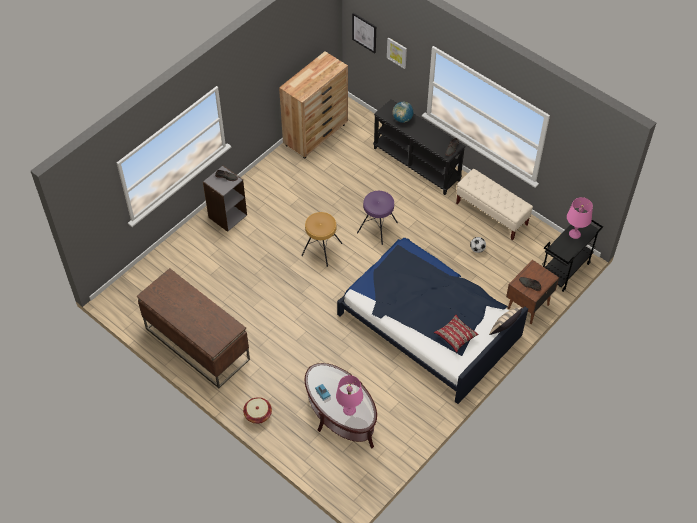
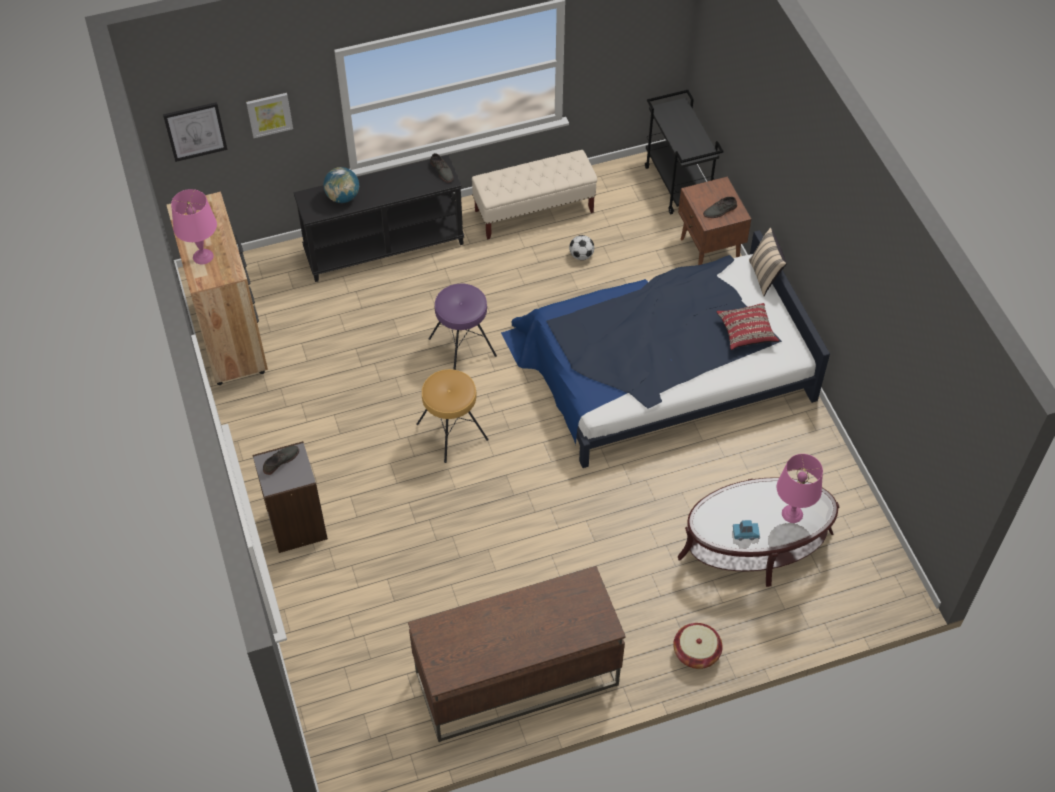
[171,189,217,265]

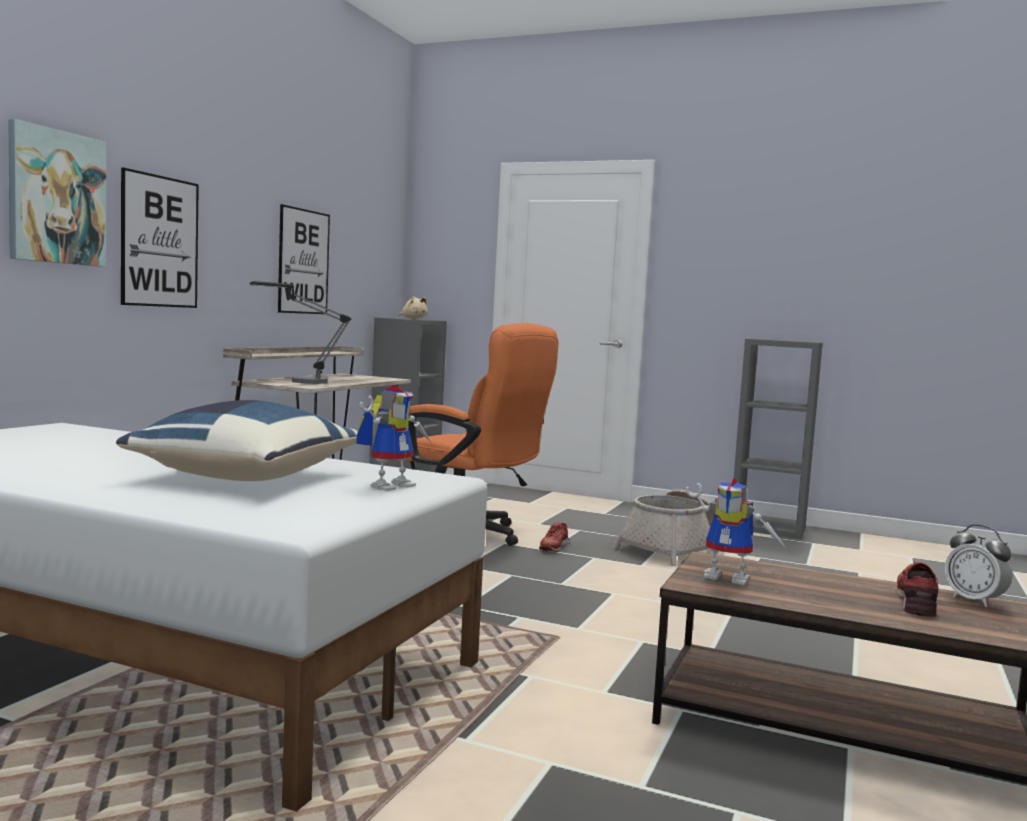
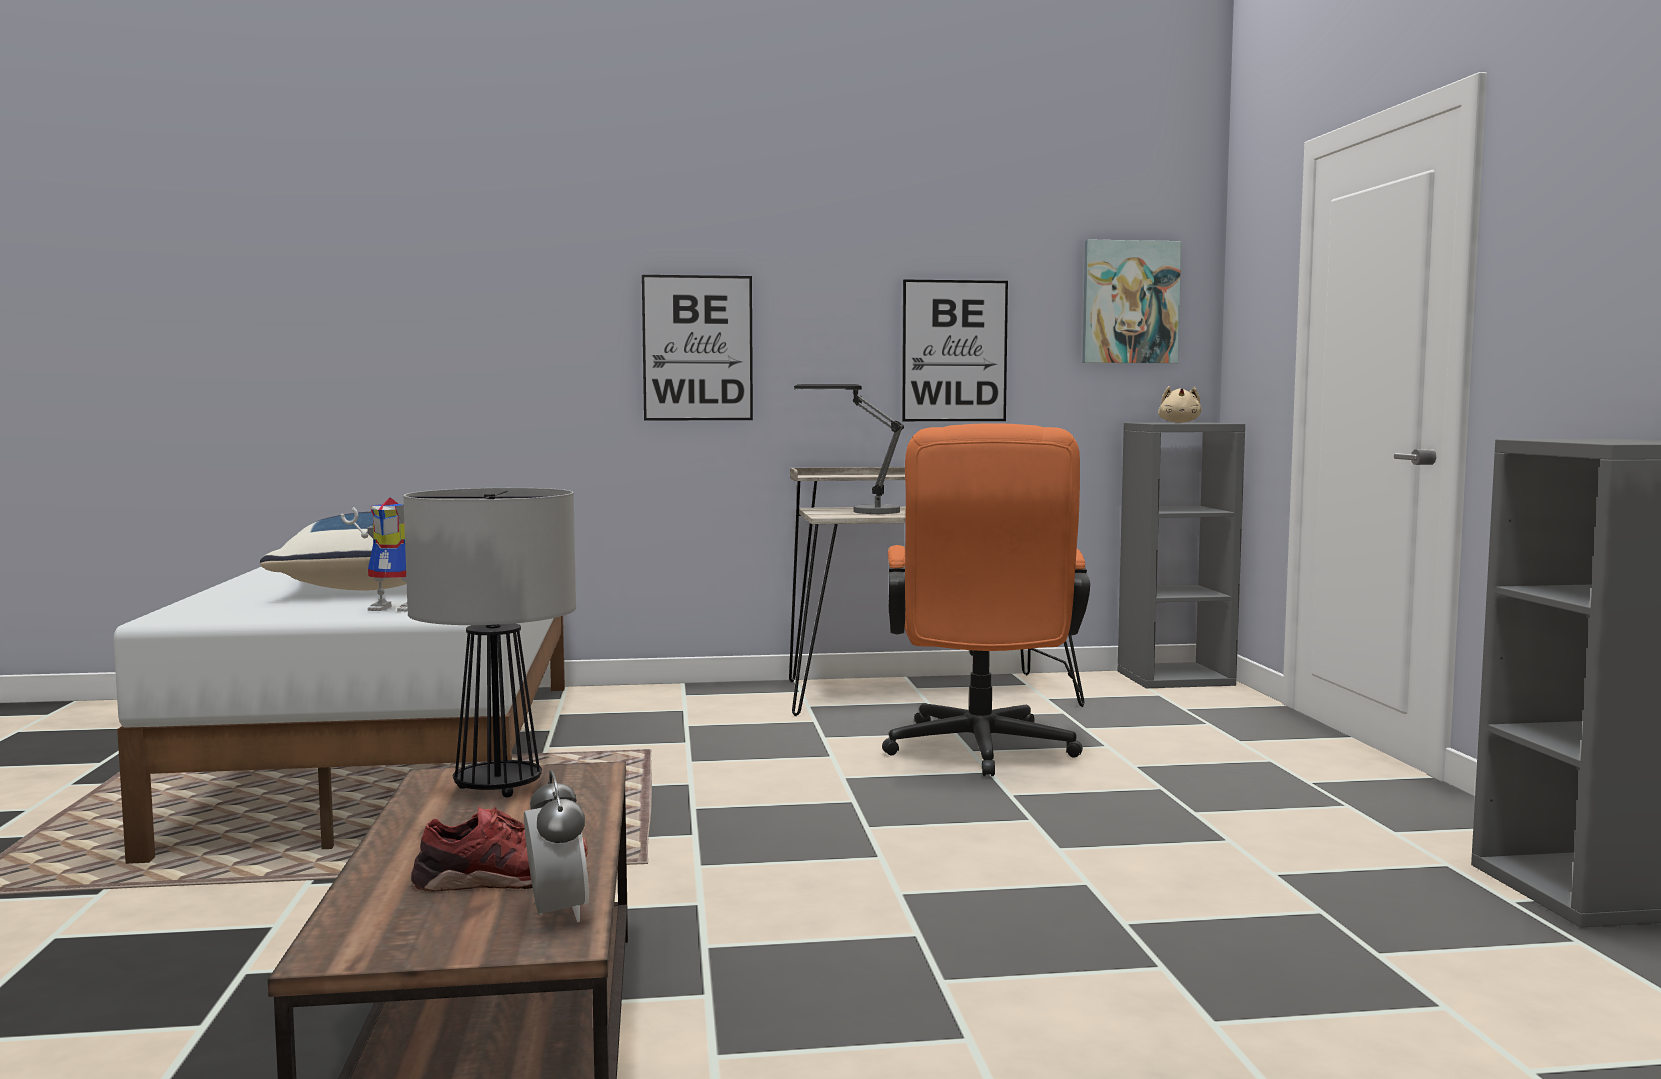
[403,488,576,798]
[524,770,589,922]
[1082,239,1182,363]
[539,522,569,552] (first image)
[613,489,719,565] (first image)

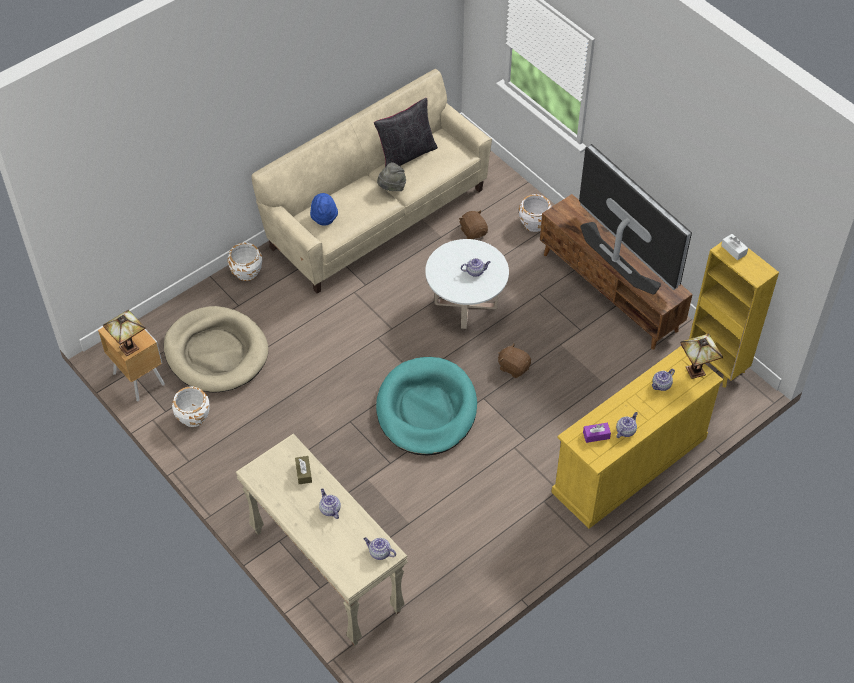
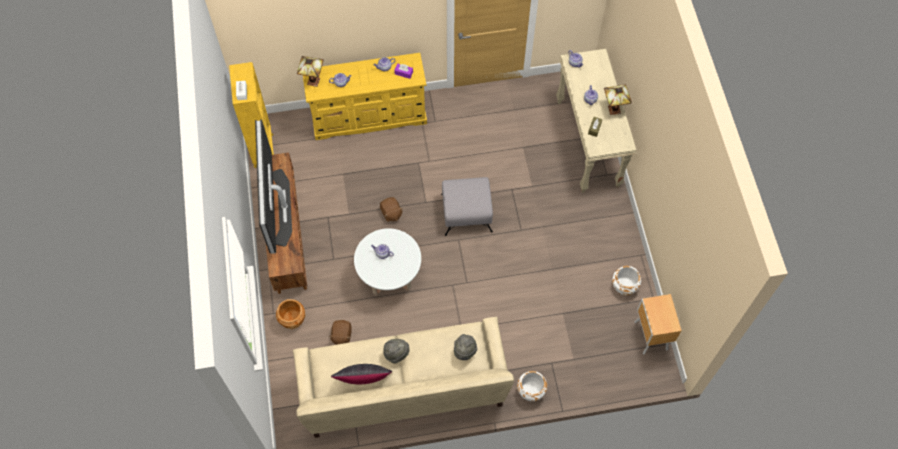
[276,299,306,329]
[441,177,493,236]
[454,334,477,360]
[604,84,632,115]
[164,306,268,393] (first image)

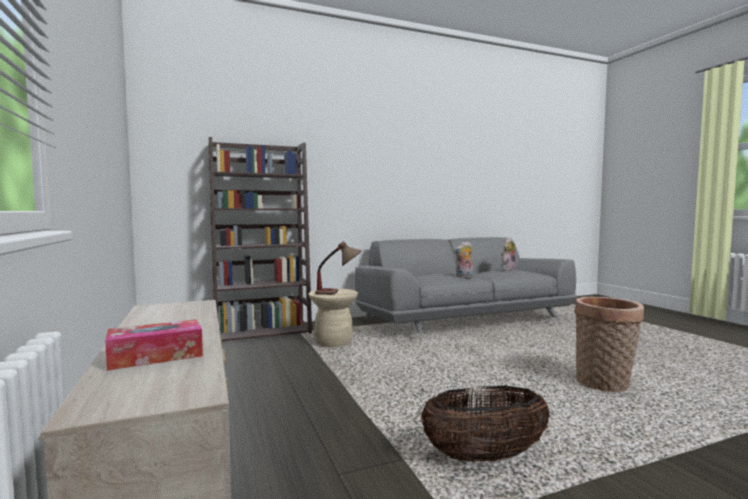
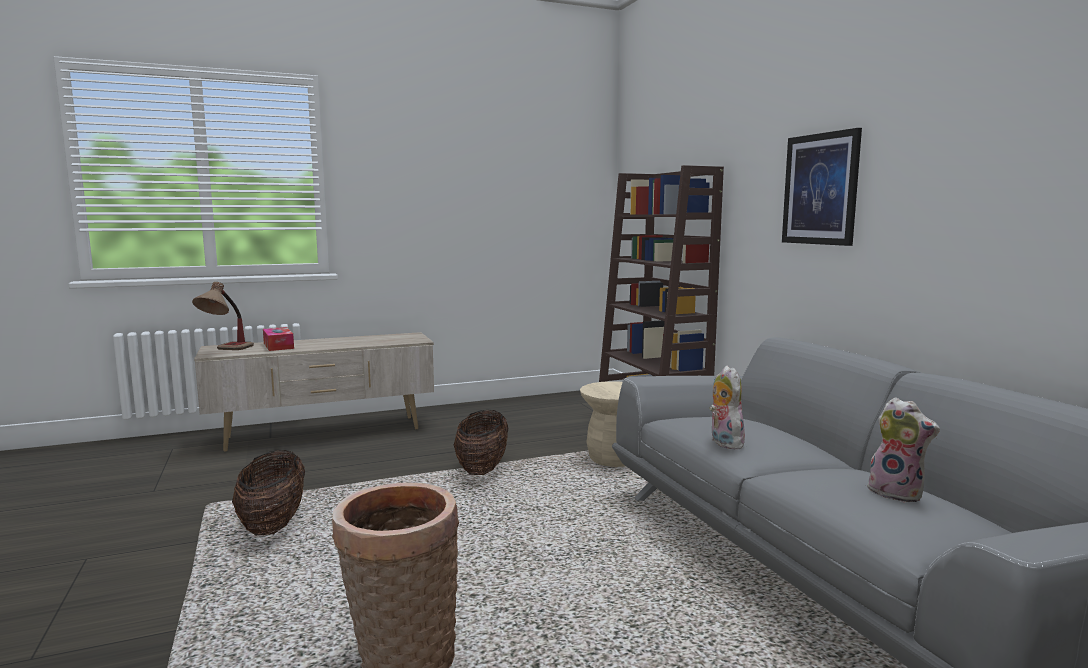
[192,282,254,350]
[454,410,508,475]
[782,128,862,246]

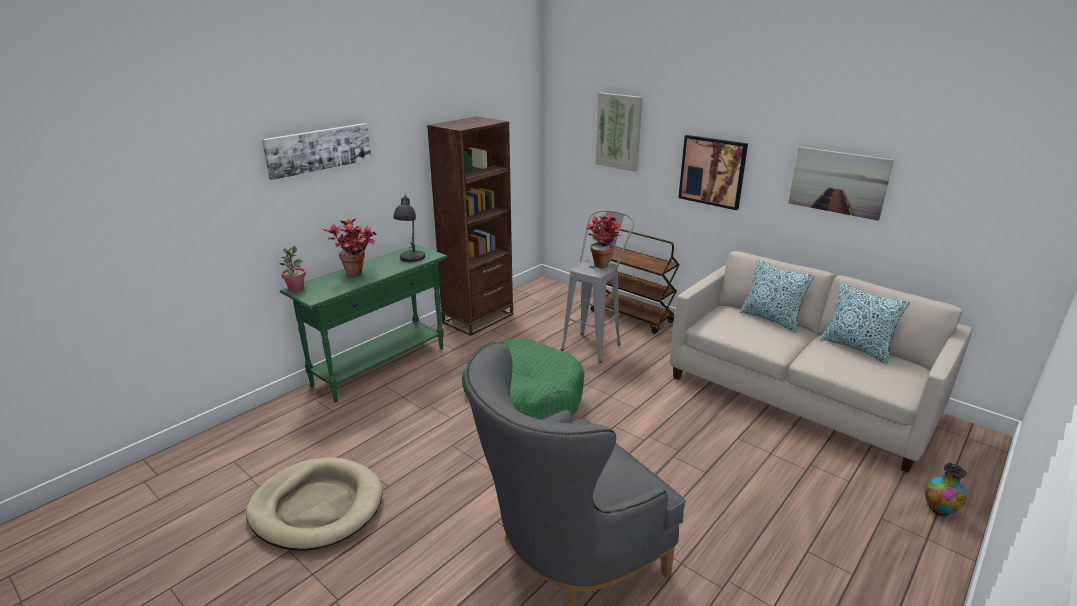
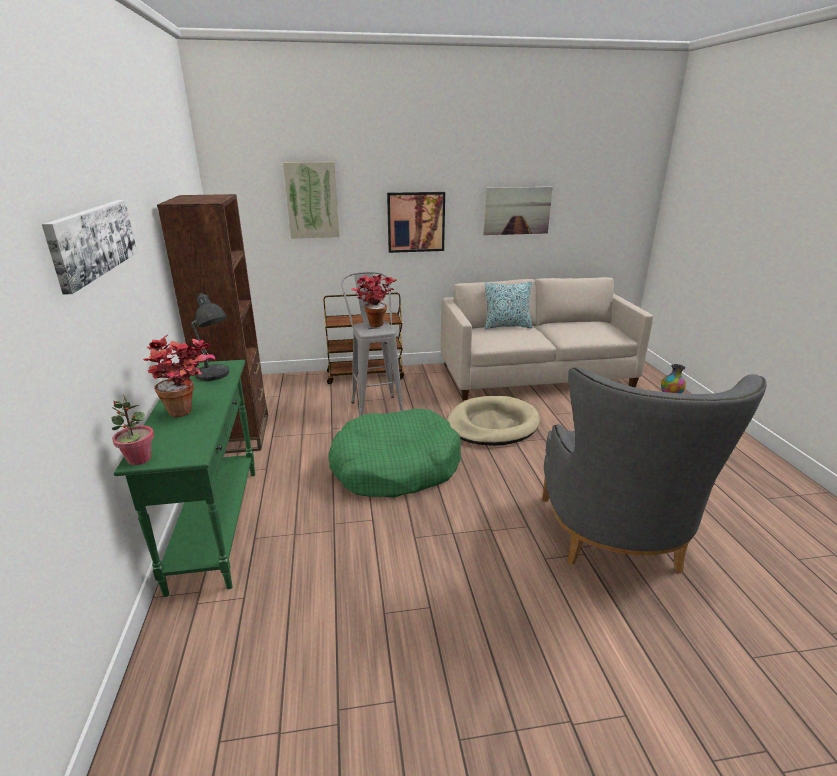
[447,396,540,446]
[820,283,910,364] (first image)

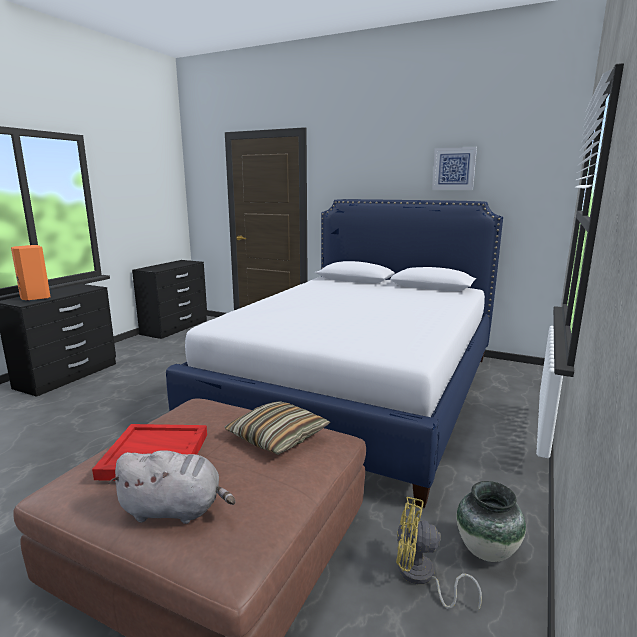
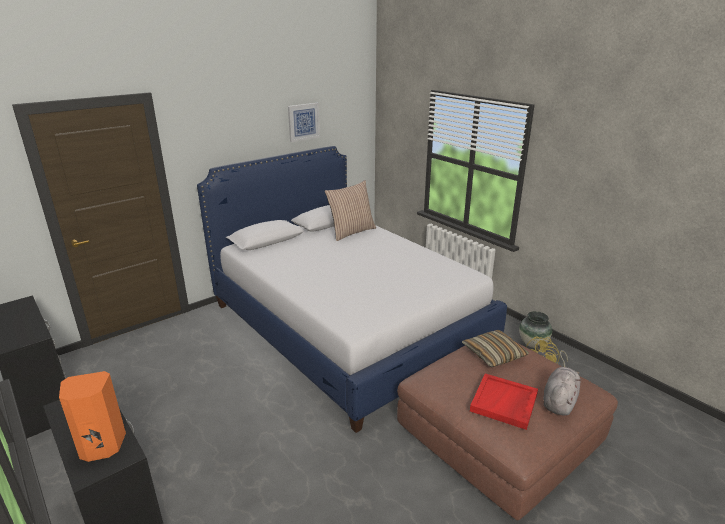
[325,180,376,241]

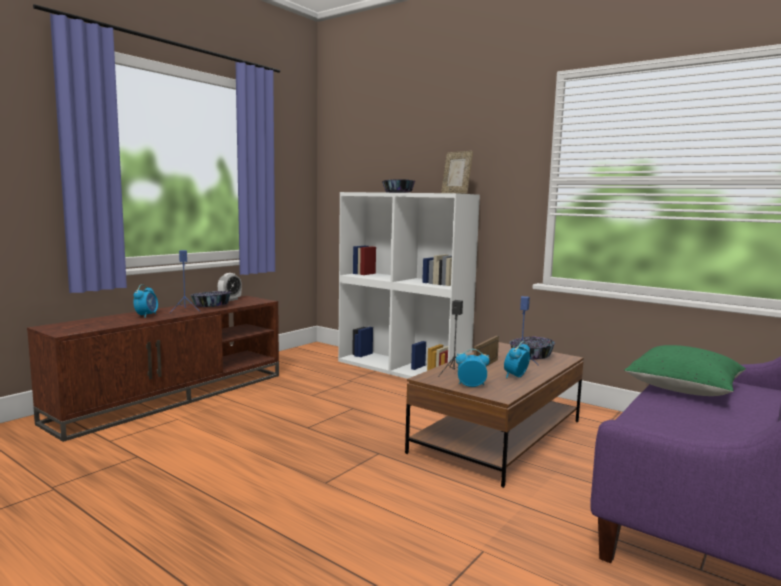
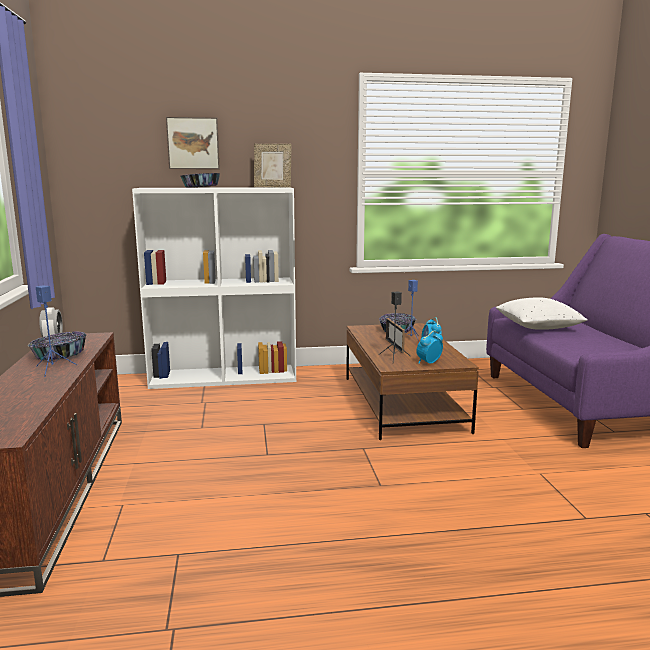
[166,117,220,169]
[496,297,588,330]
[133,284,158,318] (first image)

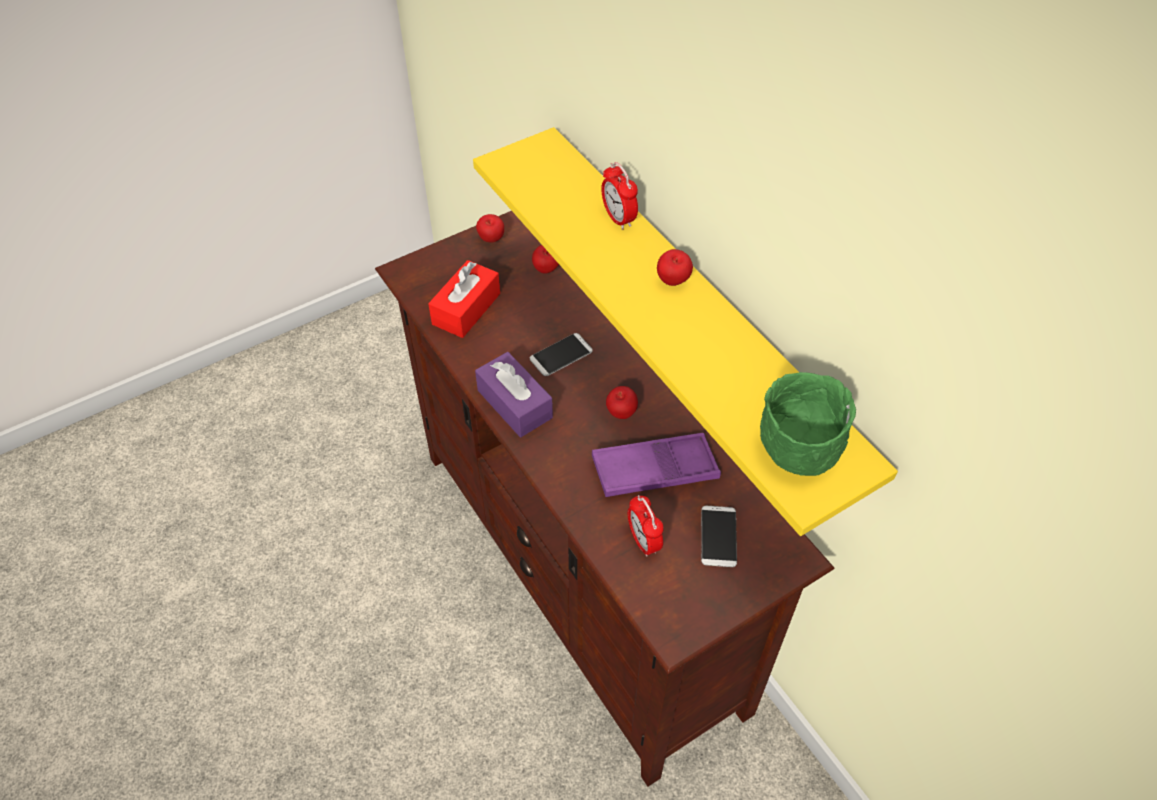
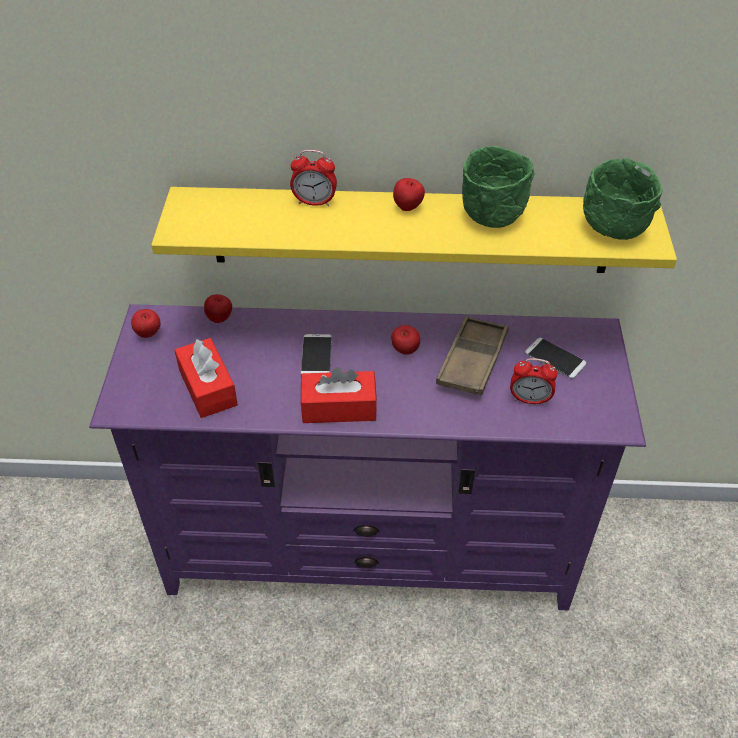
[89,304,646,610]
[301,367,377,423]
[436,316,509,396]
[462,146,535,228]

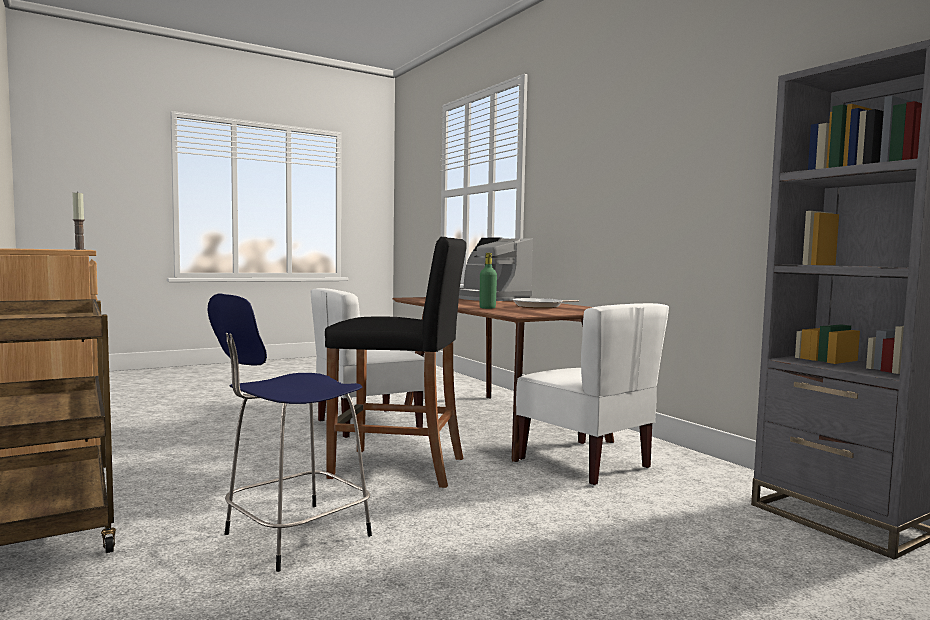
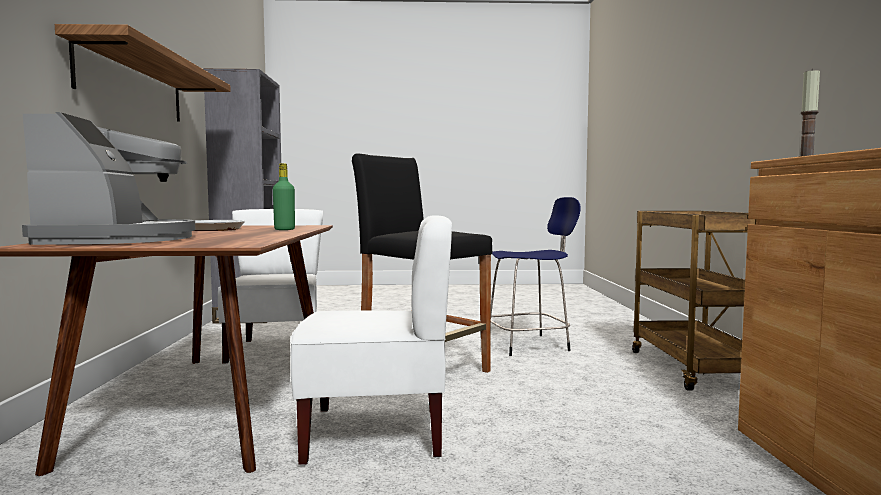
[55,24,231,122]

